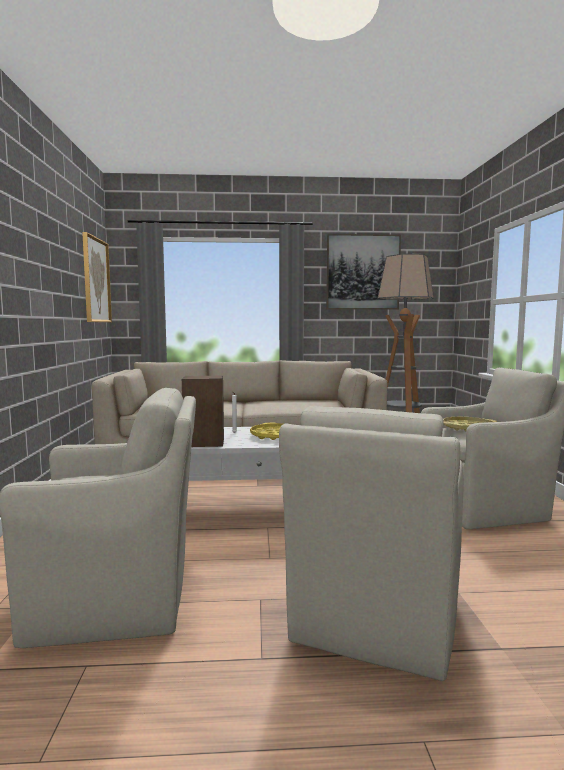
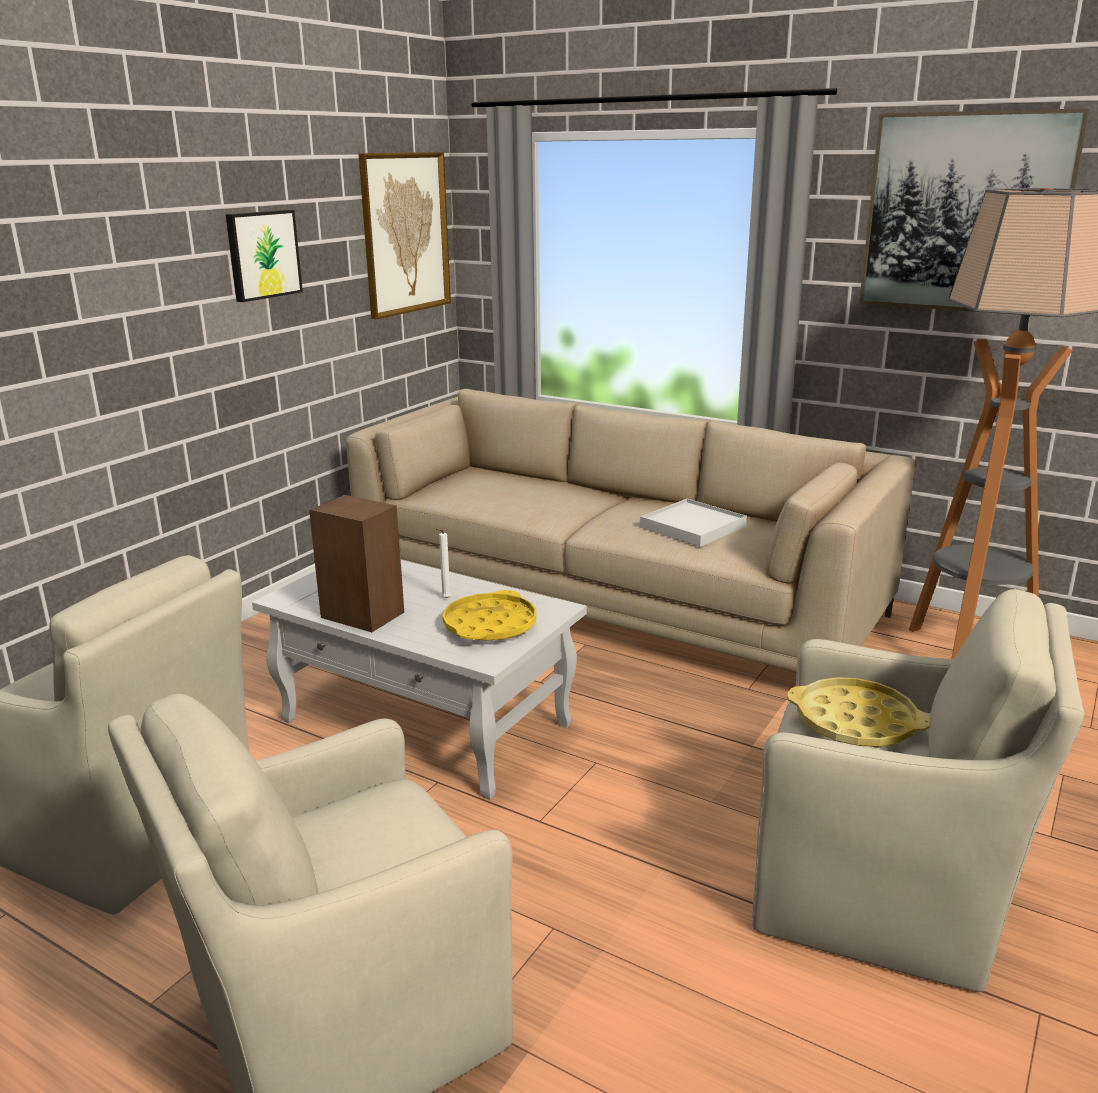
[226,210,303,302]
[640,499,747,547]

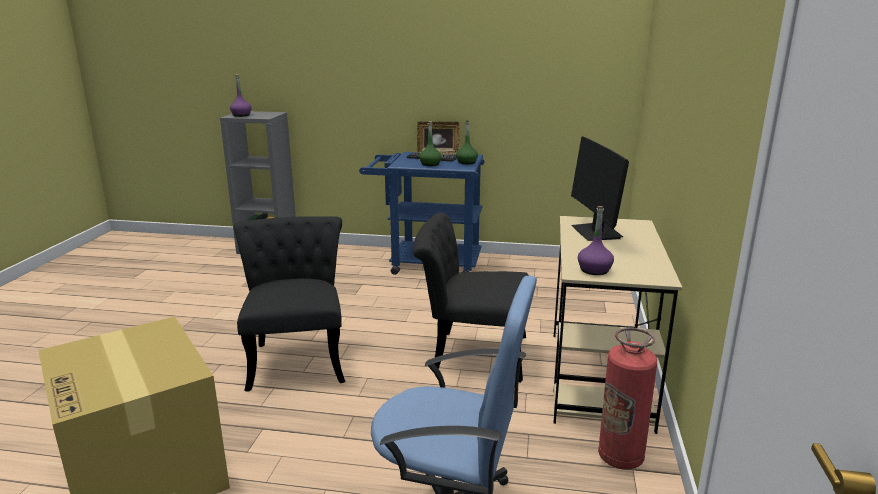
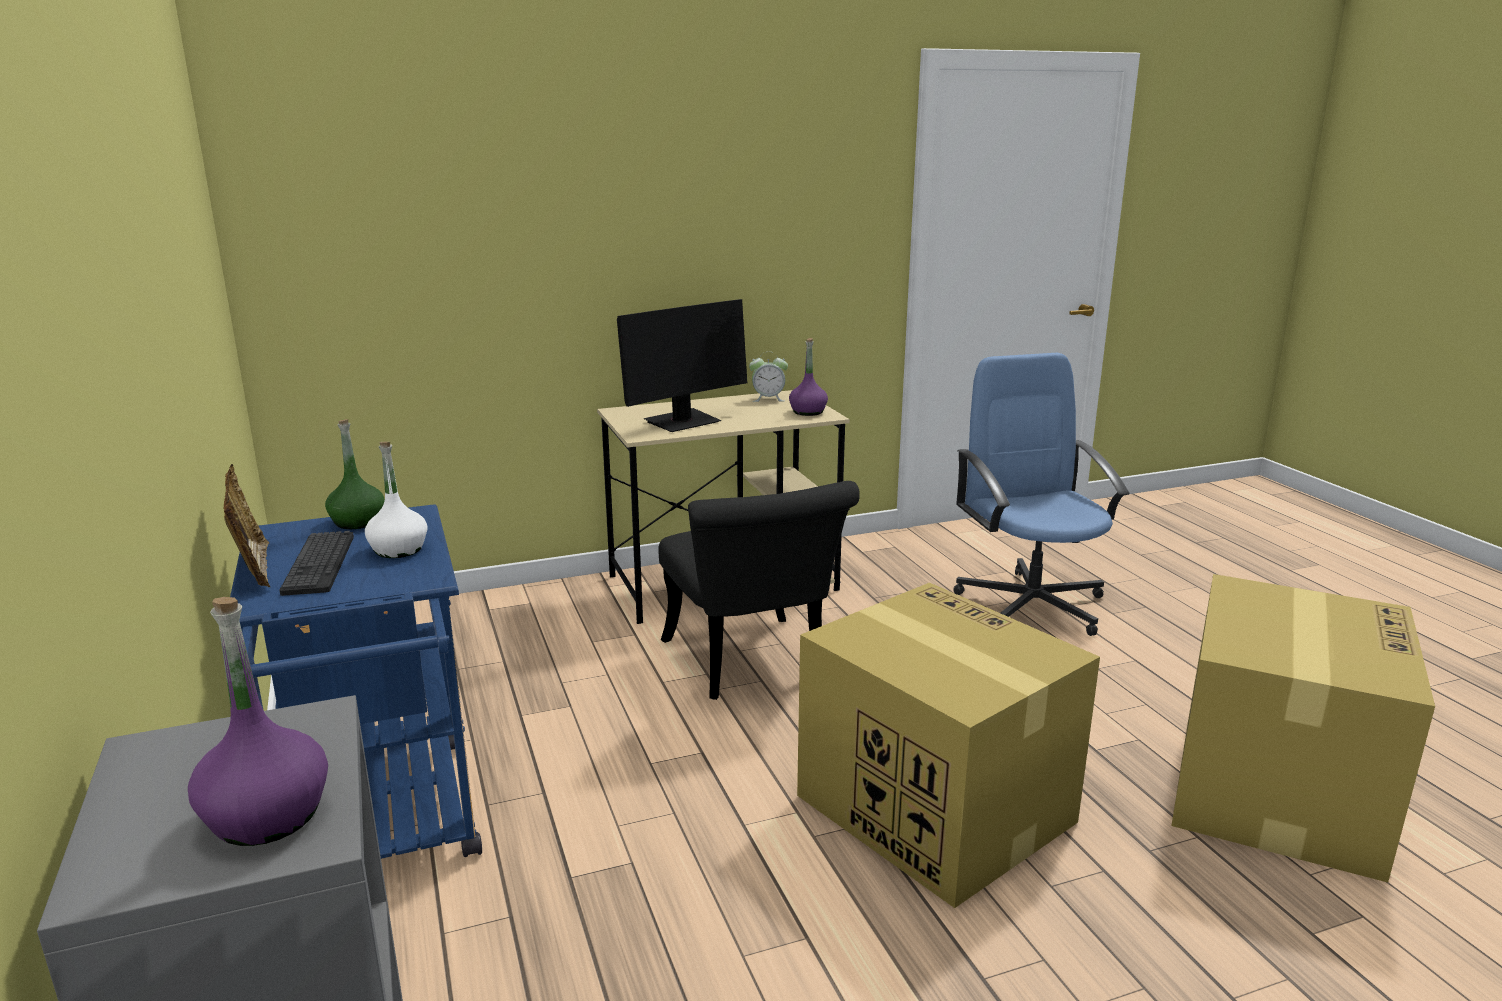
[365,441,428,558]
[749,352,788,402]
[797,583,1100,908]
[598,327,657,470] (first image)

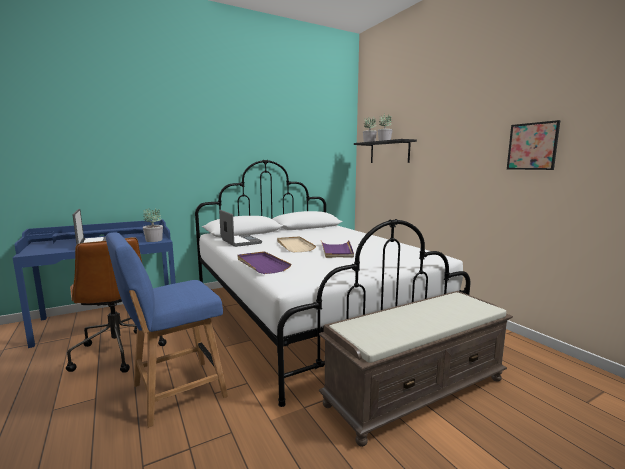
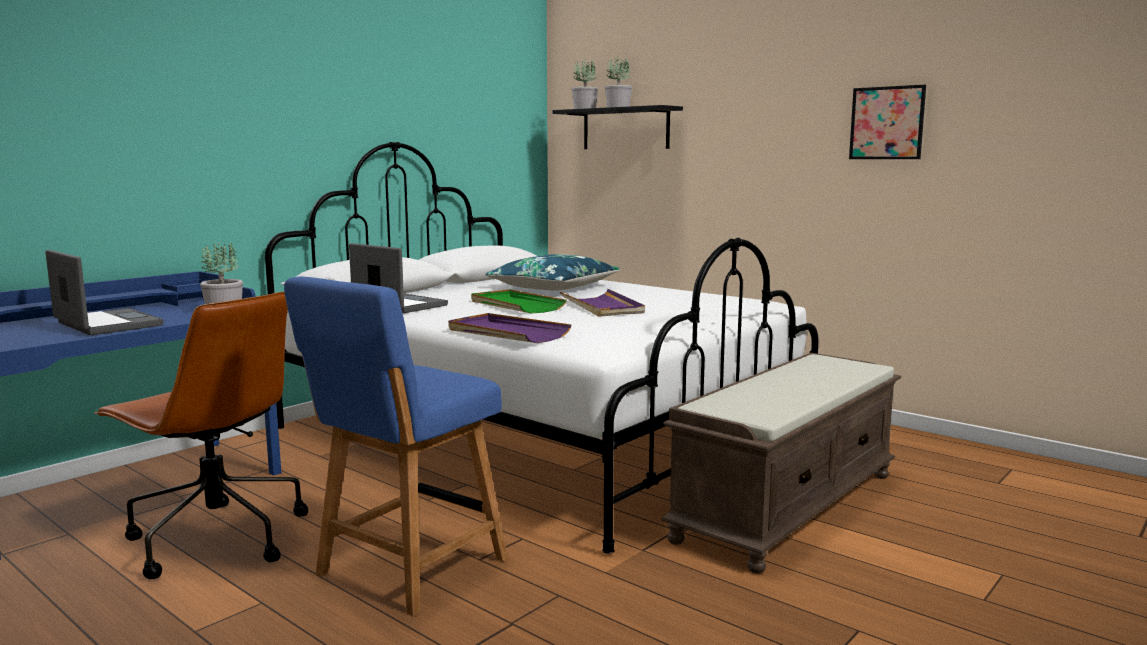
[471,289,567,314]
[485,254,620,291]

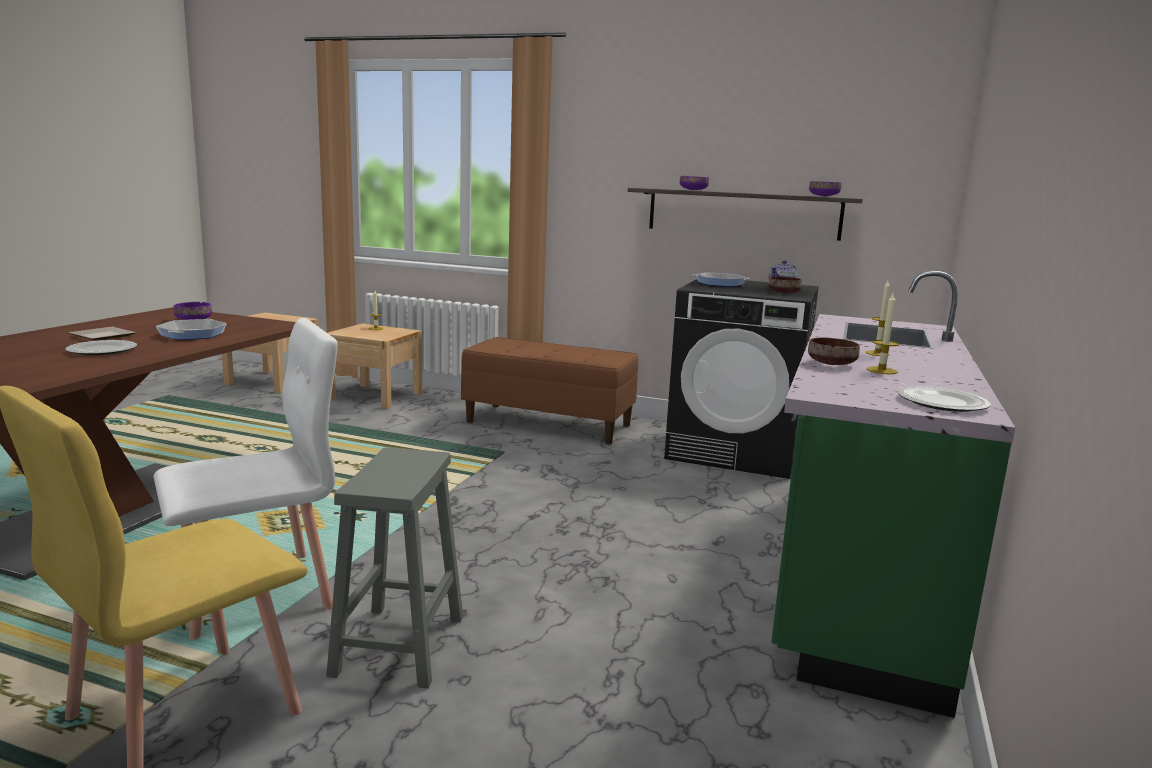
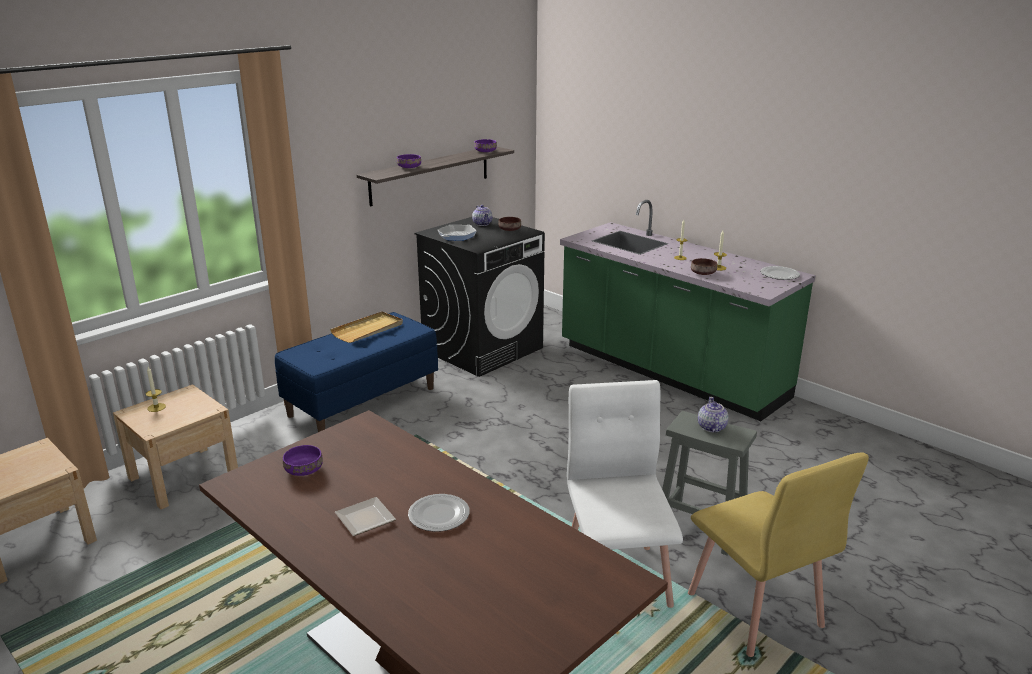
[275,312,438,432]
[330,312,403,343]
[698,397,729,433]
[156,319,227,340] (first image)

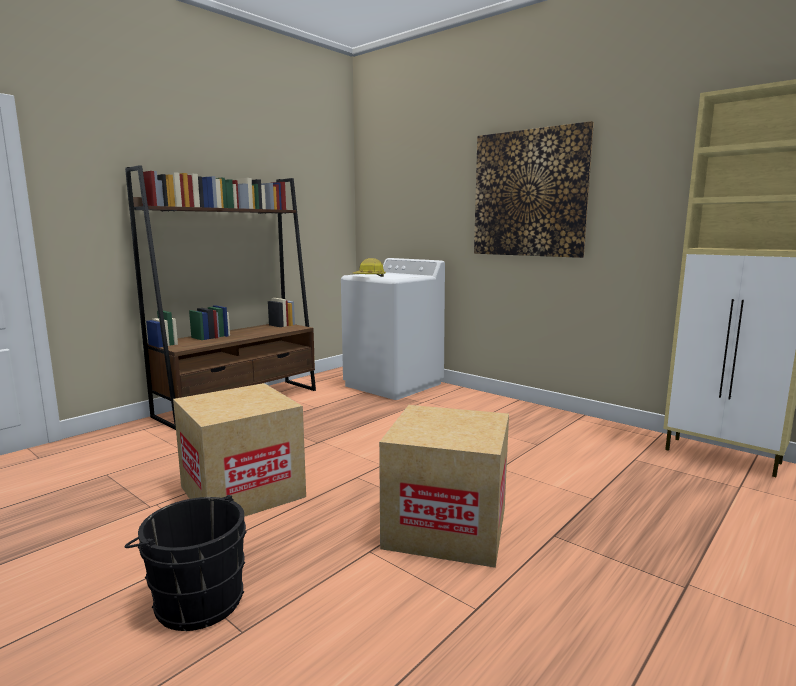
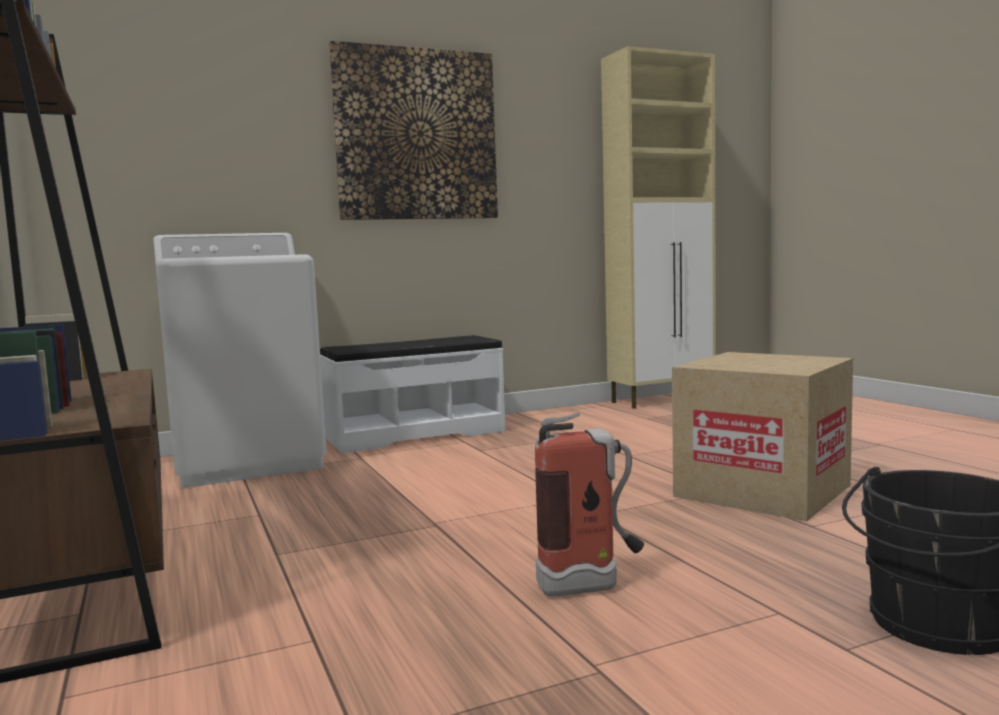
[320,335,506,454]
[535,413,644,597]
[352,258,386,277] (first image)

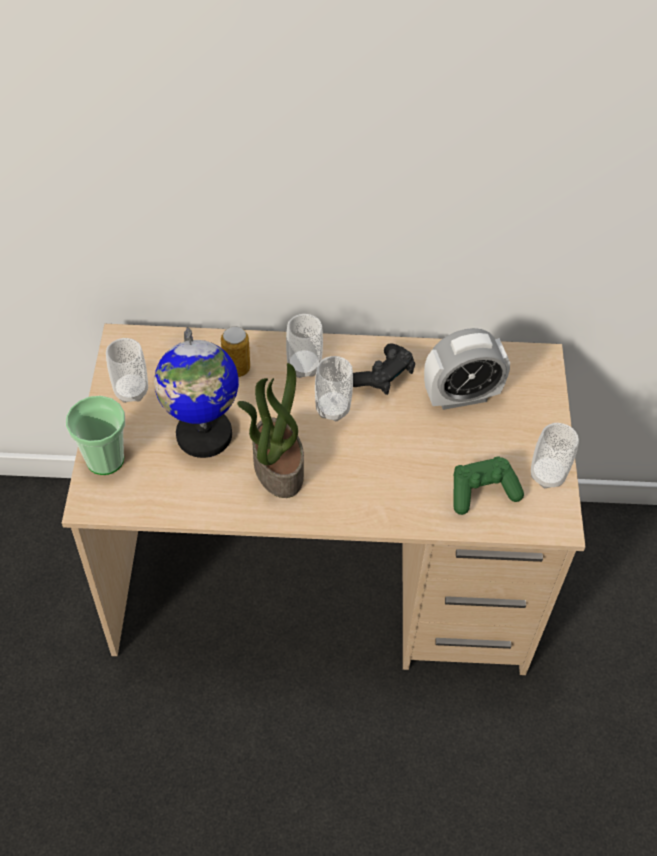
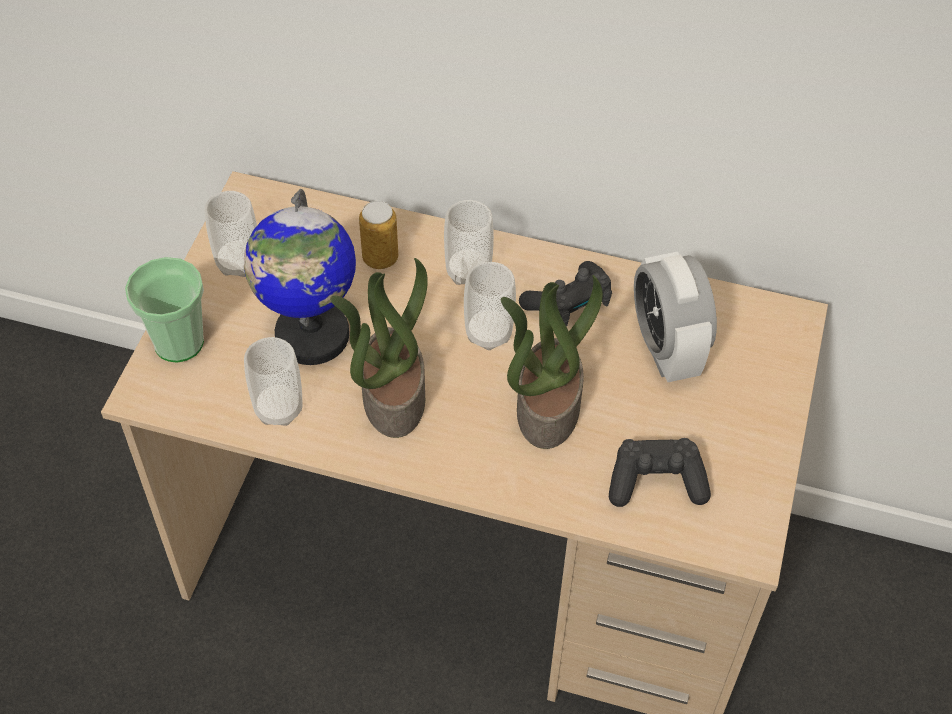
[244,337,302,426]
[501,275,603,449]
[609,438,711,507]
[634,252,717,382]

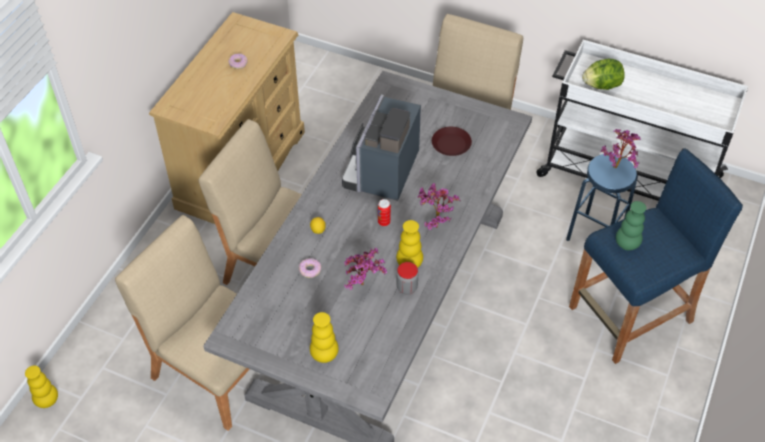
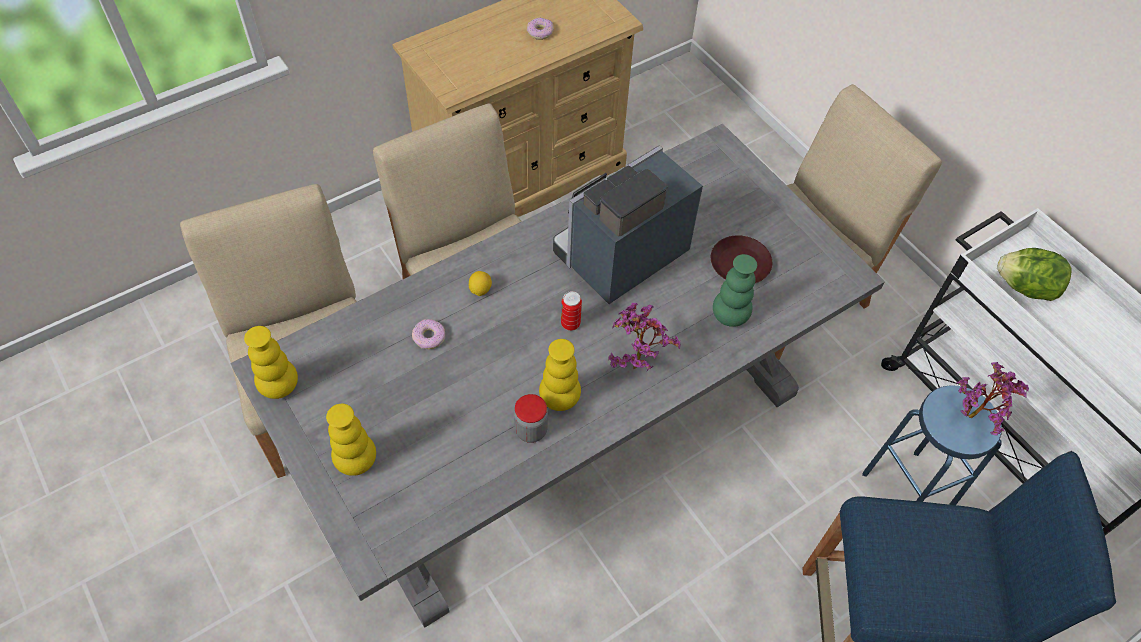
[244,326,298,399]
[713,254,757,327]
[344,247,387,290] (first image)

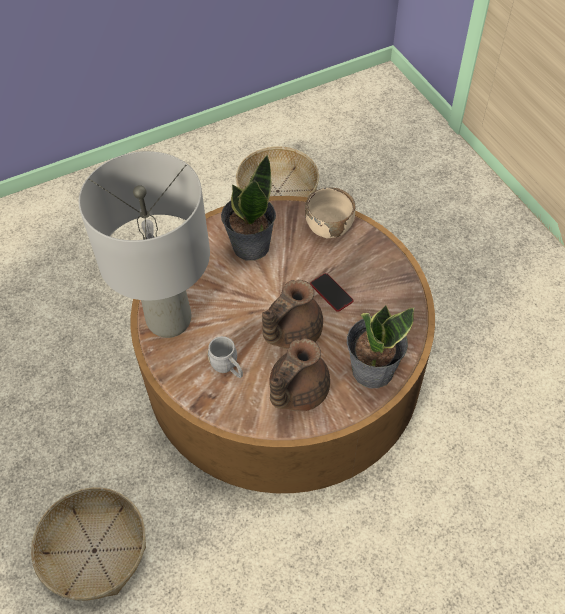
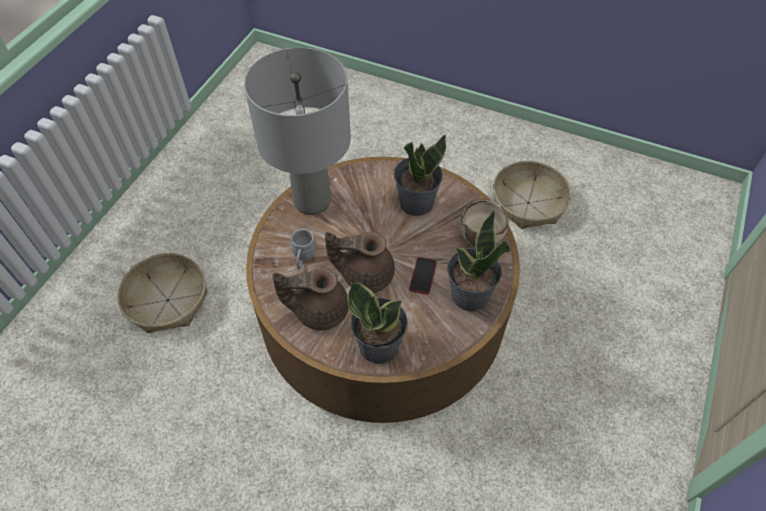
[447,209,511,311]

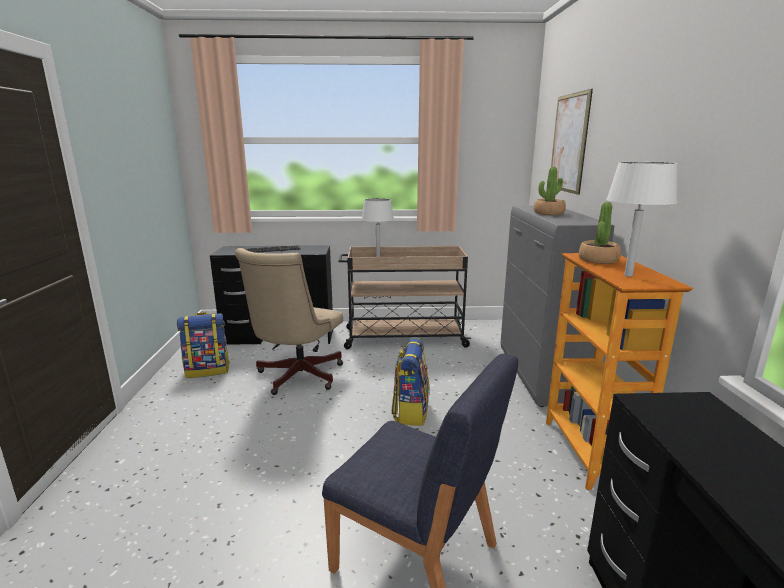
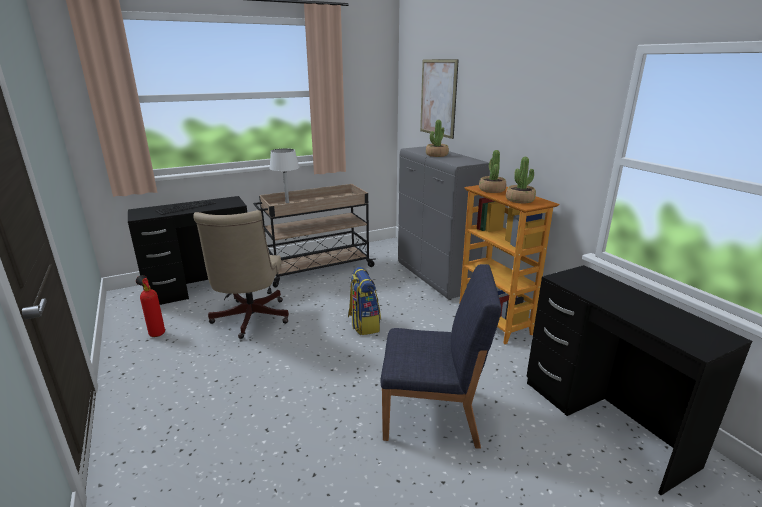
[136,275,165,337]
[506,157,536,203]

